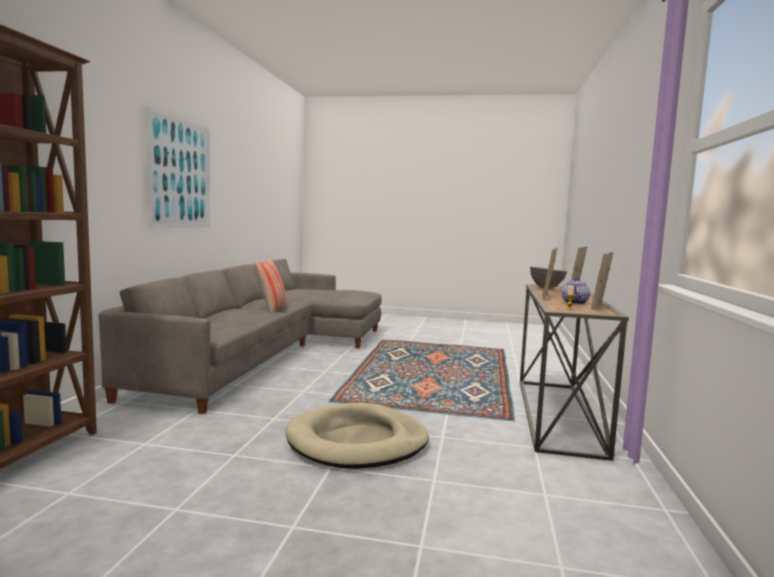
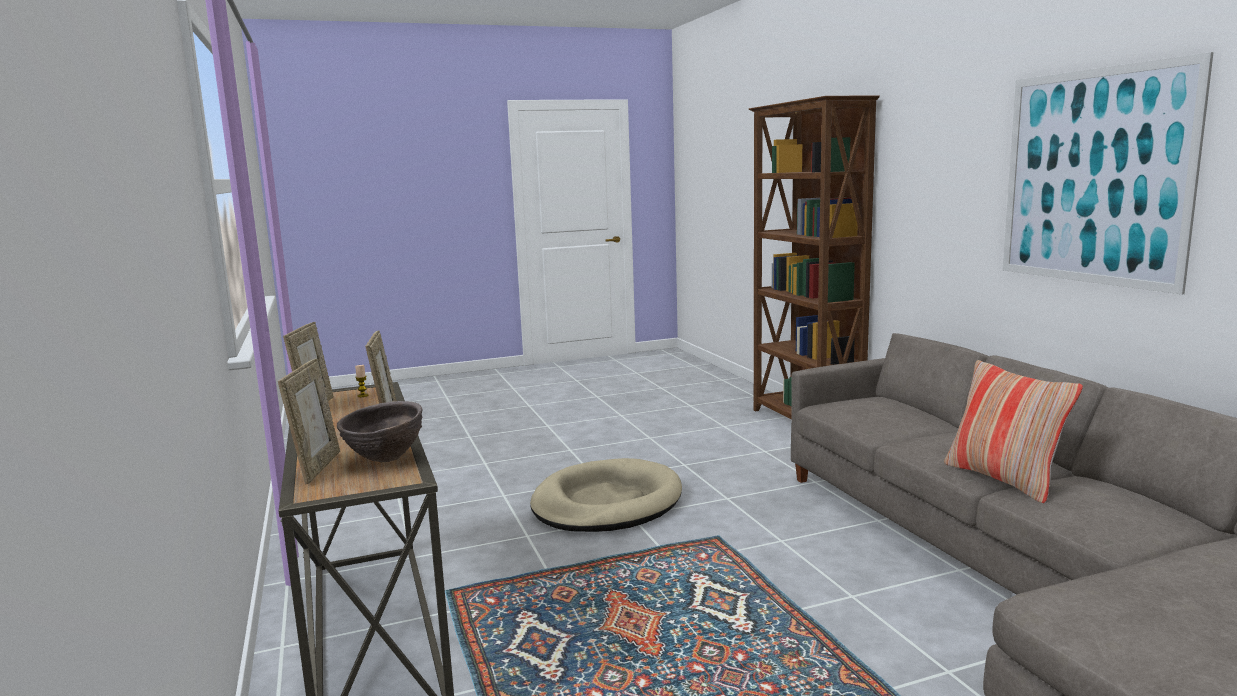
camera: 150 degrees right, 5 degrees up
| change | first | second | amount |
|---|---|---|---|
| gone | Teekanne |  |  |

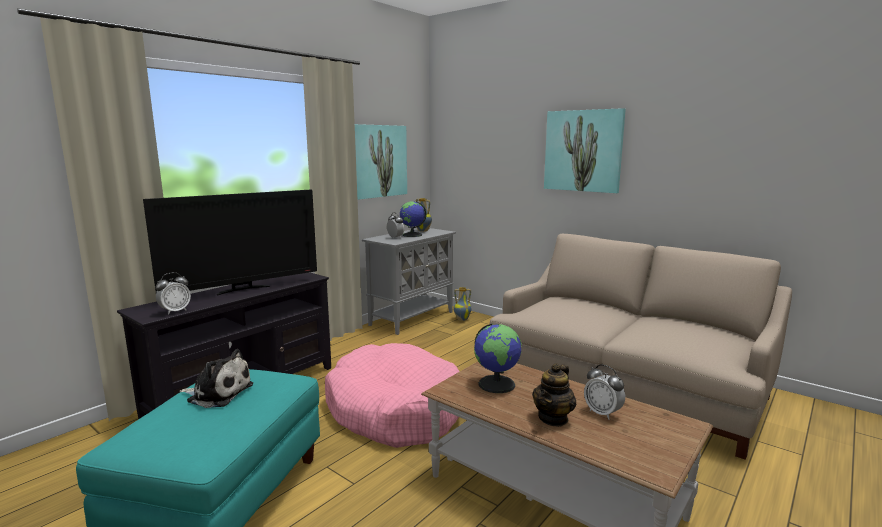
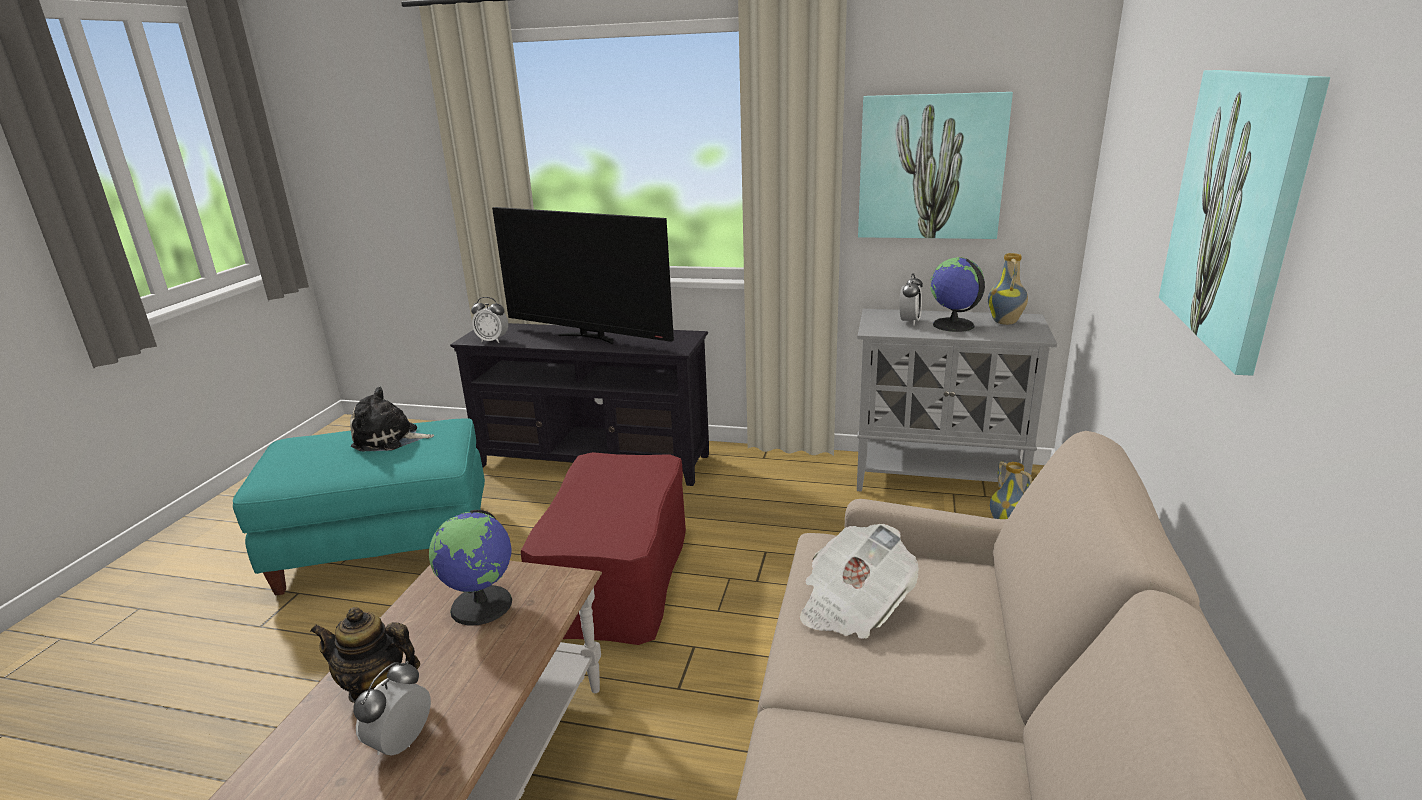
camera: 65 degrees right, 10 degrees up
| change | first | second | amount |
|---|---|---|---|
| new |  | Zeitung |  |
| swapped | Hundebett/rosa | Polsterhocker/rot |  |
| rotated | Plüschtier |  | 105 degrees clockwise |

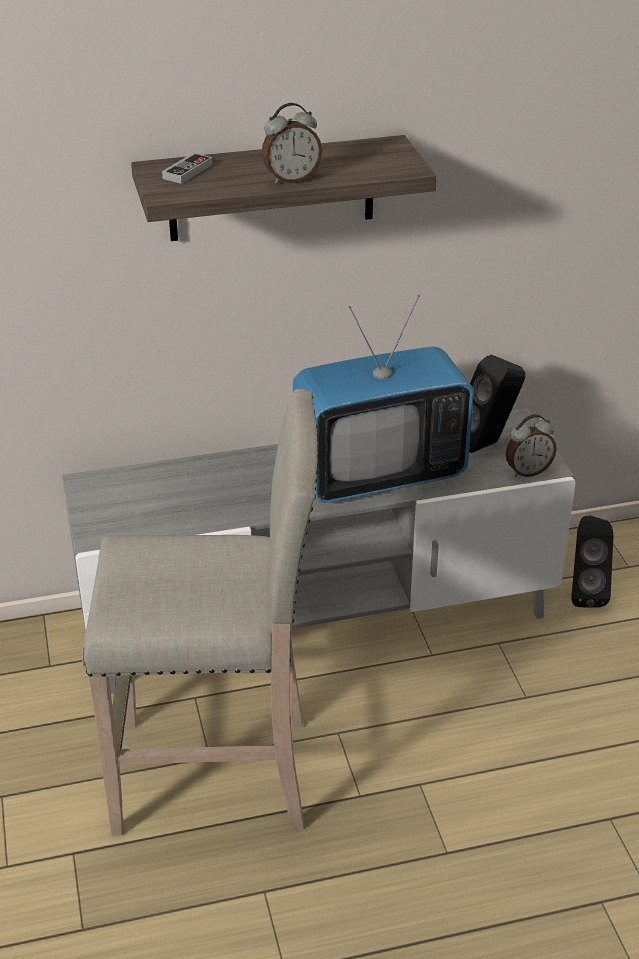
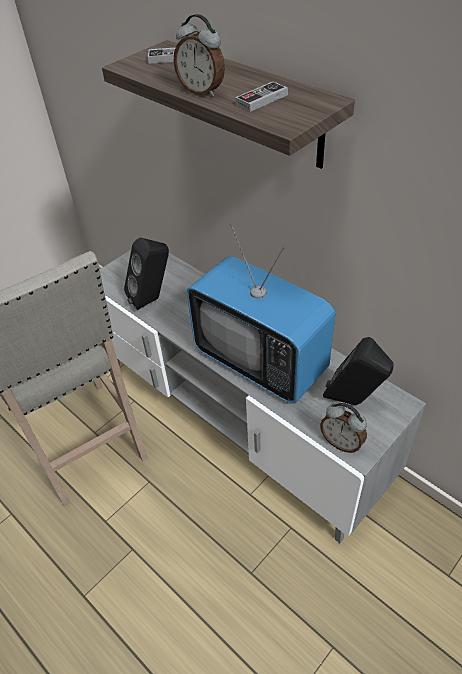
camera: 60 degrees right, 10 degrees up
| change | first | second | amount |
|---|---|---|---|
| new |  | Gamepad (no. 2 from left) |  |
| shifted | Lautsprecher/schwarz (no. 2 from left in the first image) | Lautsprecher/schwarz (no. 1 from left) |  |

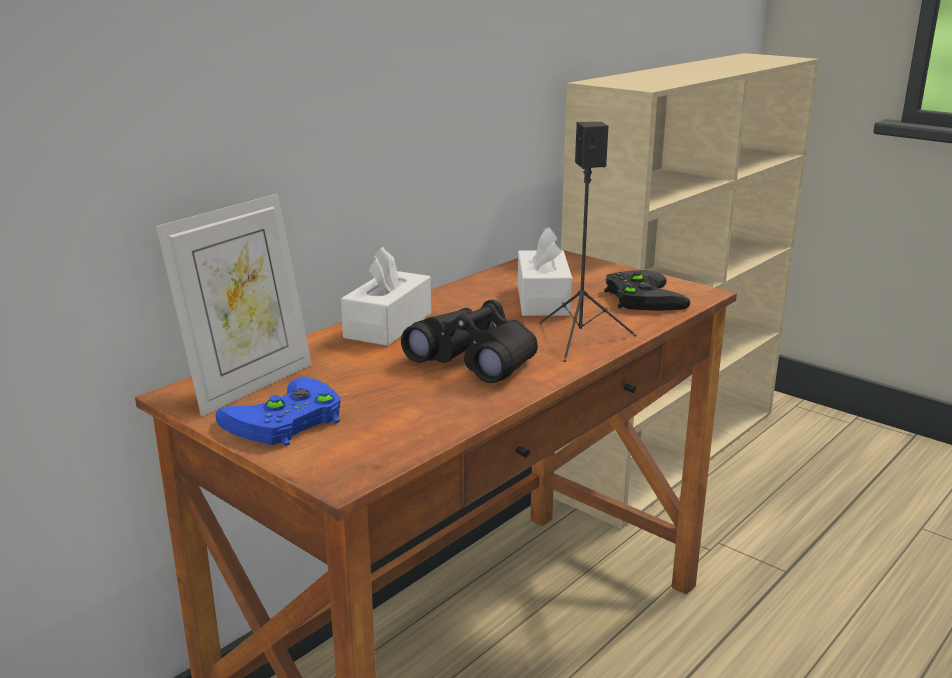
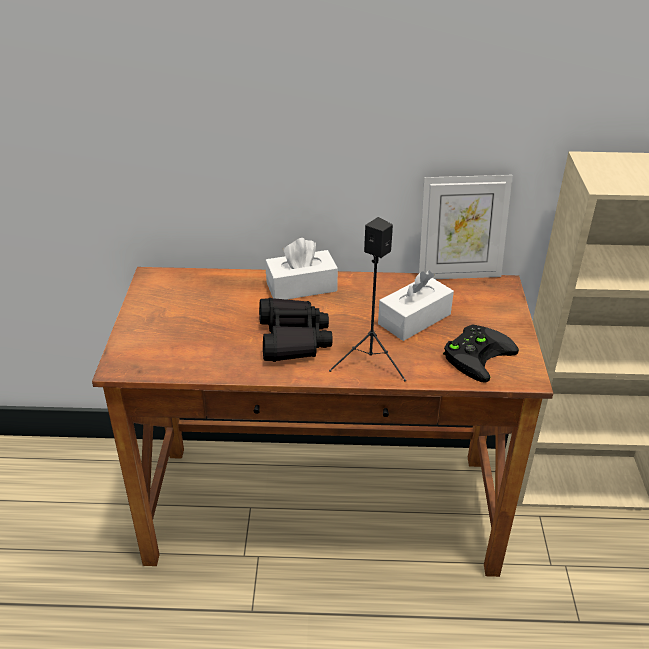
camera: 50 degrees right, 15 degrees up
| change | first | second | amount |
|---|---|---|---|
| gone | Gamepad/blau |  |  |
| shifted | Bilderrahmen |  |  |

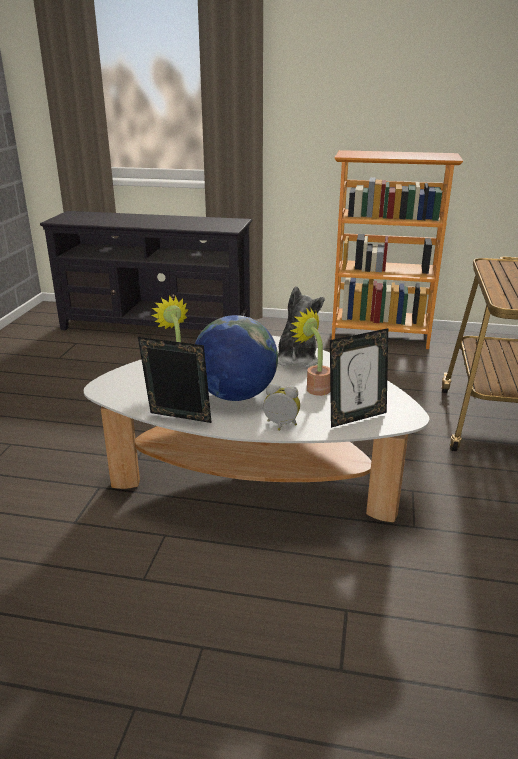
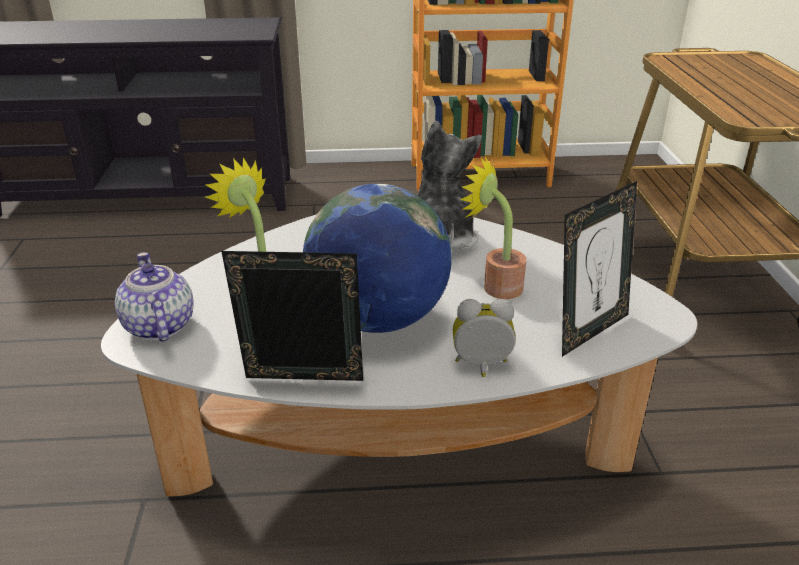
camera: 15 degrees left, 5 degrees up
| change | first | second | amount |
|---|---|---|---|
| new |  | Teekanne |  |

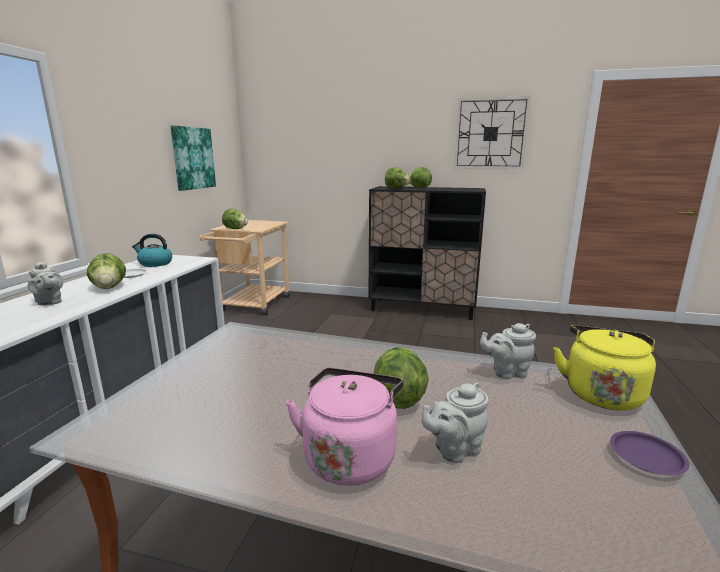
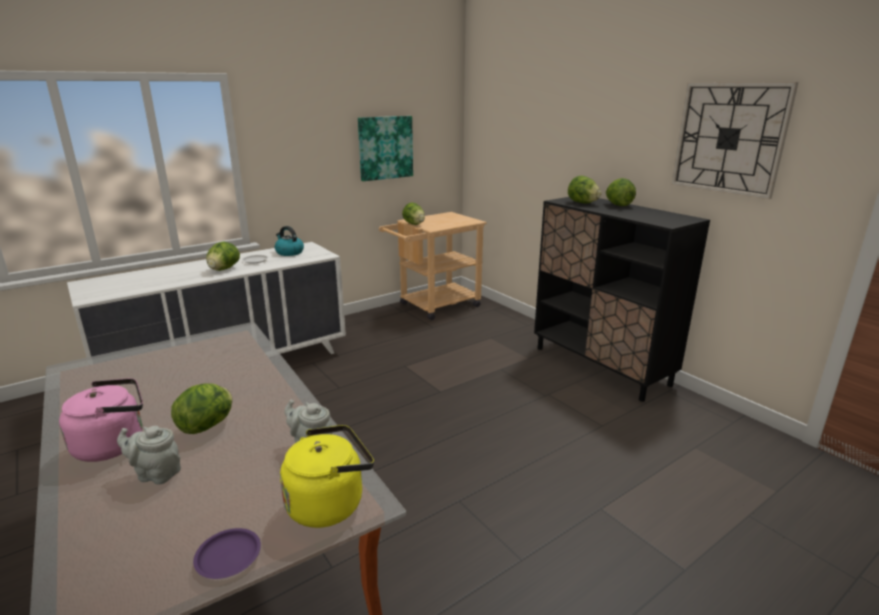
camera: 40 degrees right, 5 degrees up
| change | first | second | amount |
|---|---|---|---|
| gone | Teekanne/grau (no. 1 from left) |  |  |

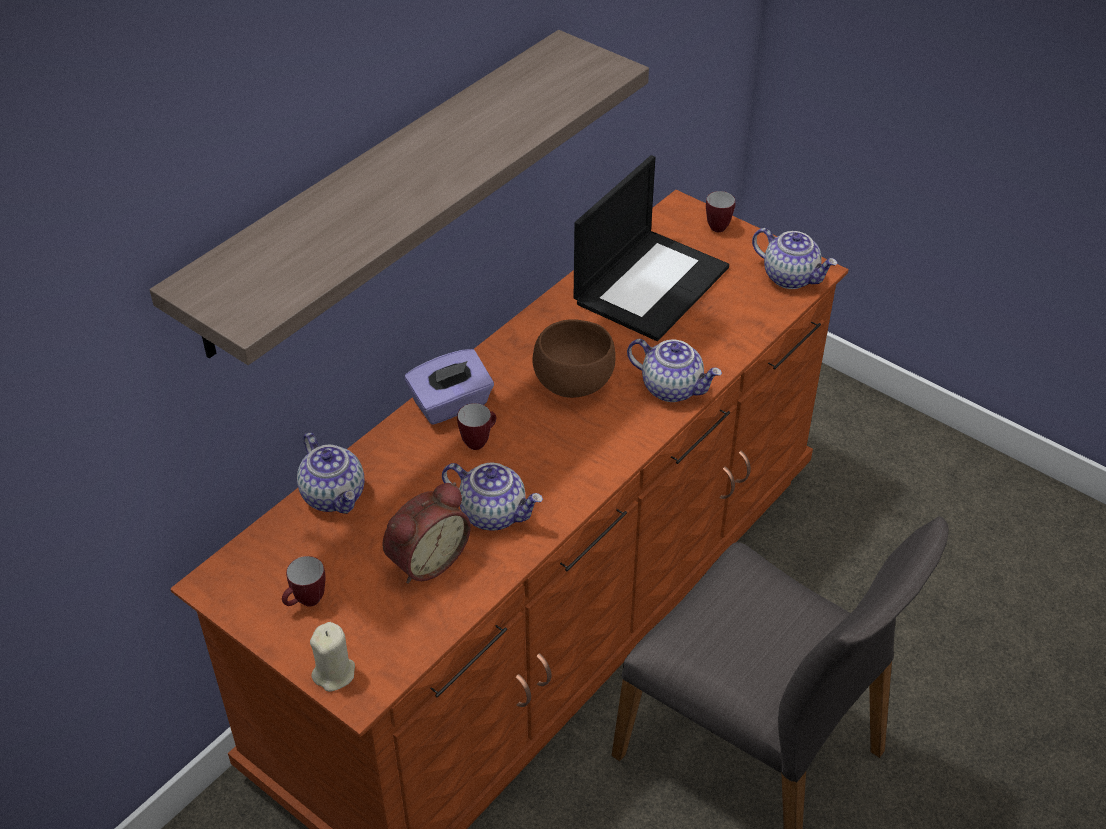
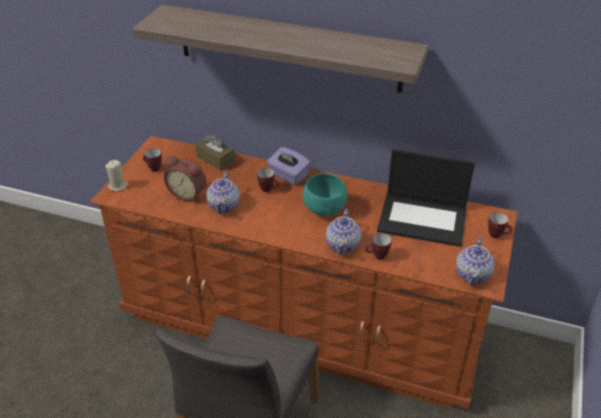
camera: 70 degrees right, 5 degrees down
| change | first | second | amount |
|---|---|---|---|
| new |  | Henkelbecher (no. 3 from left) |  |
| swapped | Teekanne (no. 1 from left) | Taschentuchbox/braun |  |
| repainted | Schüssel/braun | Schüssel/türkis |  |

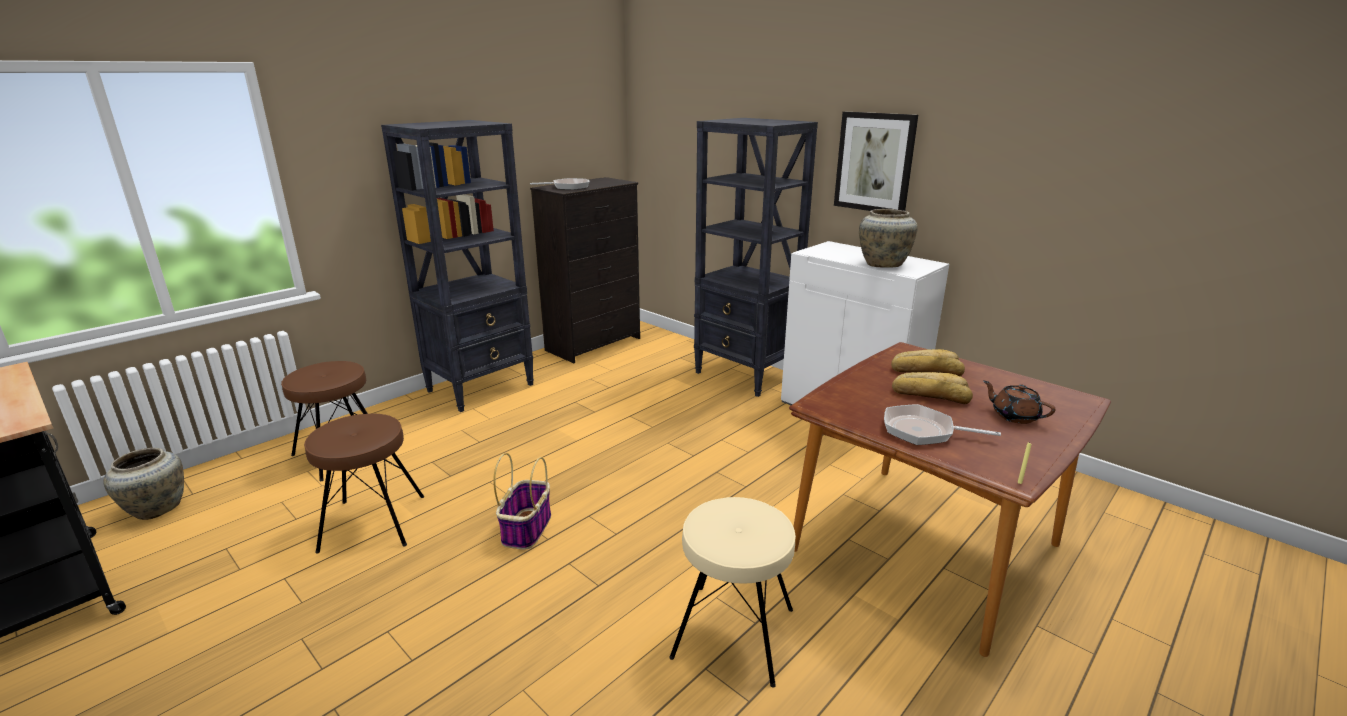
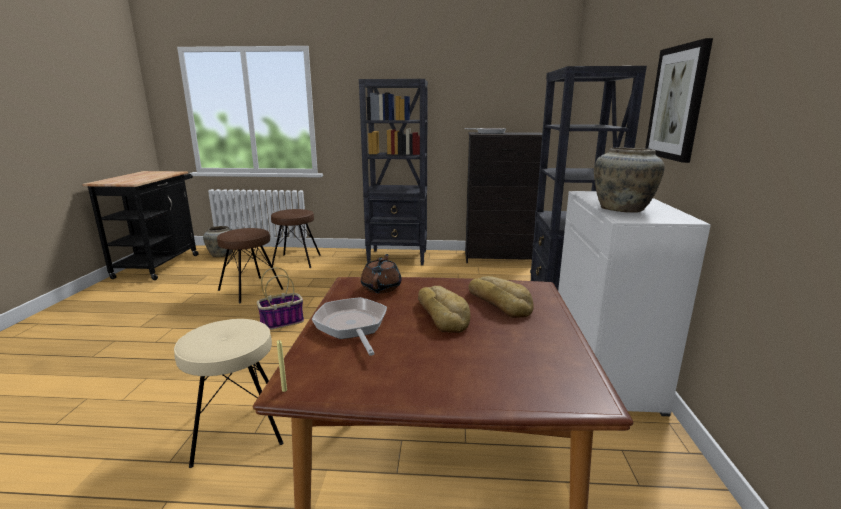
camera: 50 degrees right, 5 degrees down
| change | first | second | amount |
|---|---|---|---|
| shifted | Teekanne/braun |  |  |

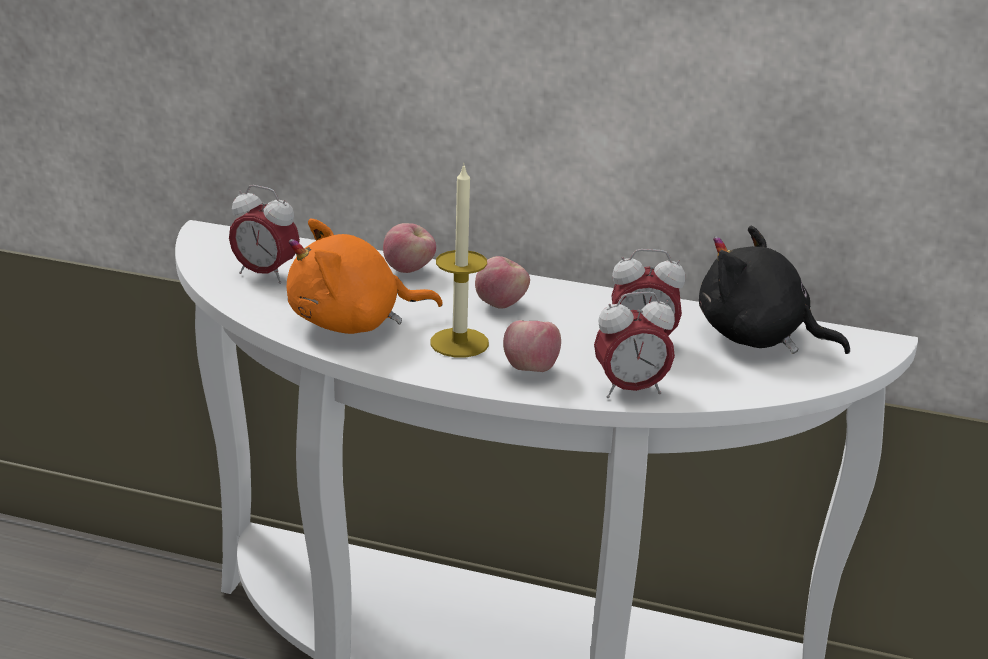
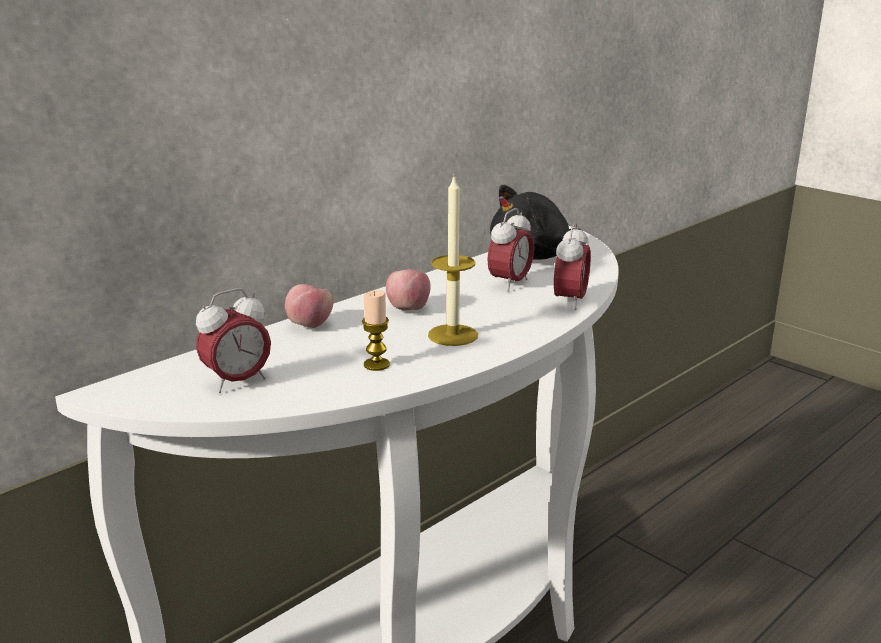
camera: 60 degrees left, 5 degrees down
| change | first | second | amount |
|---|---|---|---|
| gone | Apfel (no. 3 from left) |  |  |
| swapped | Plüschtier/orange | Kerze (no. 1 from left) |  |

